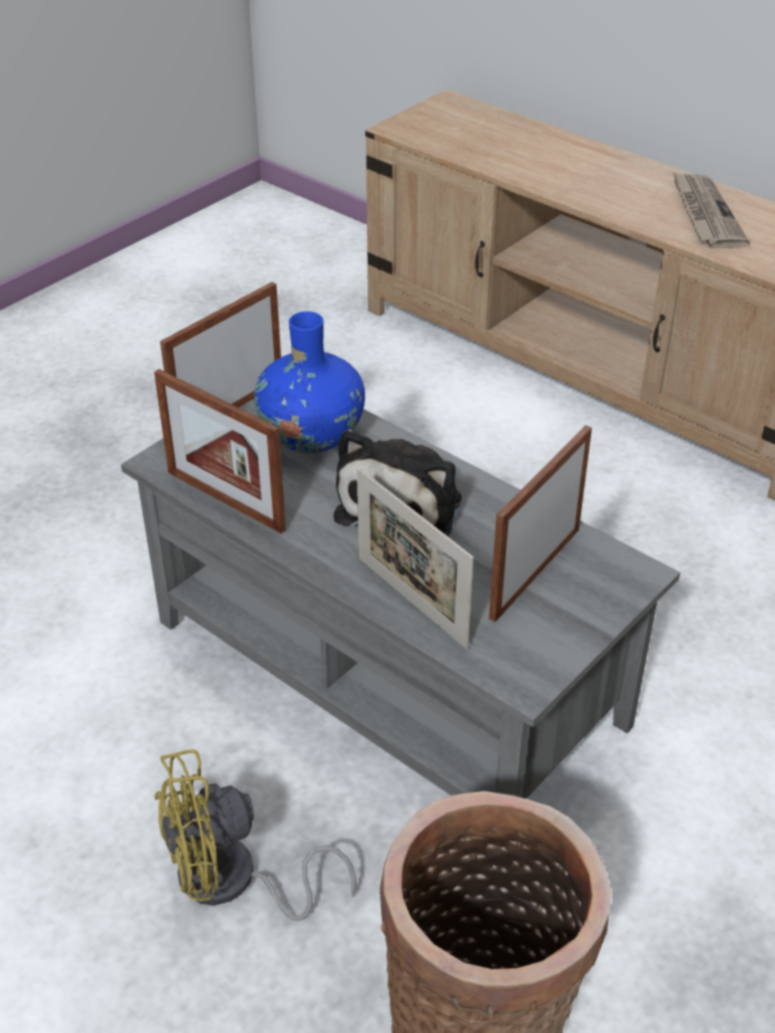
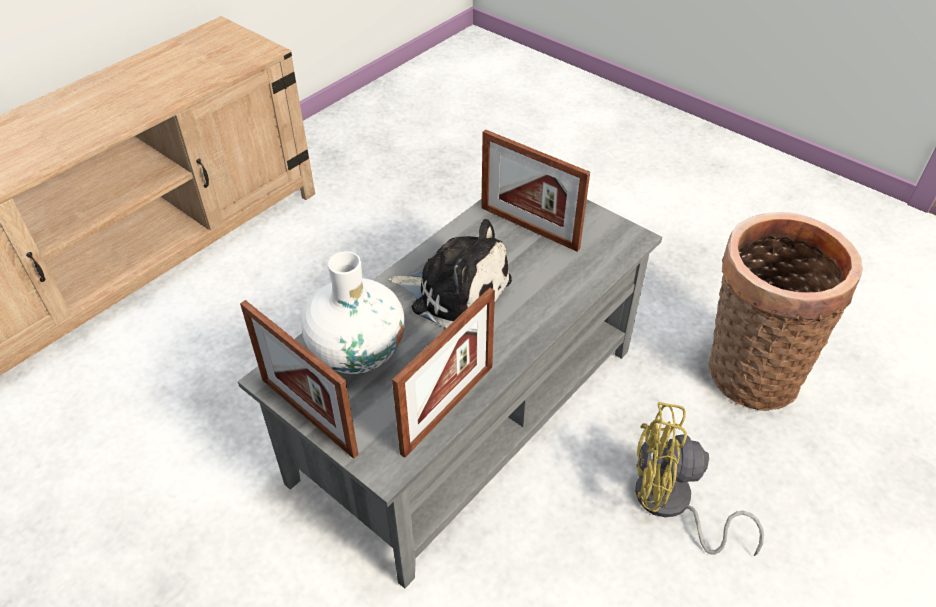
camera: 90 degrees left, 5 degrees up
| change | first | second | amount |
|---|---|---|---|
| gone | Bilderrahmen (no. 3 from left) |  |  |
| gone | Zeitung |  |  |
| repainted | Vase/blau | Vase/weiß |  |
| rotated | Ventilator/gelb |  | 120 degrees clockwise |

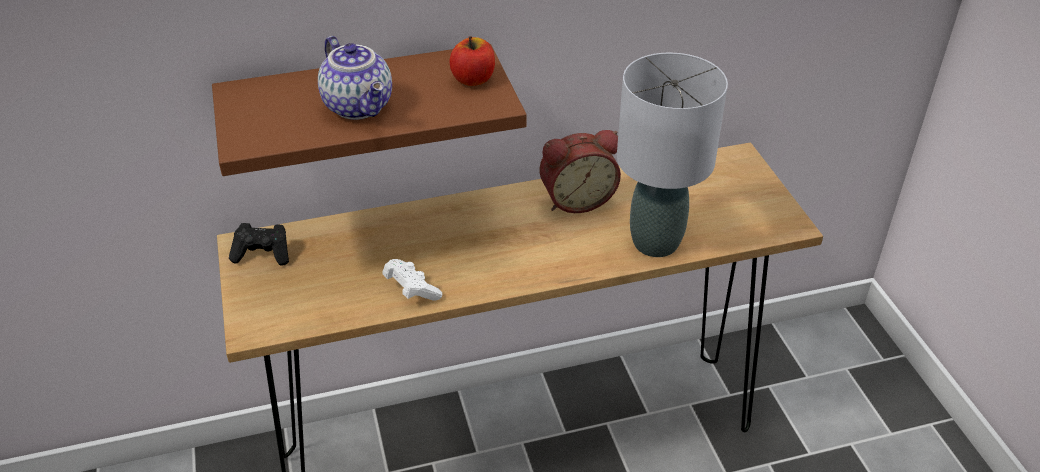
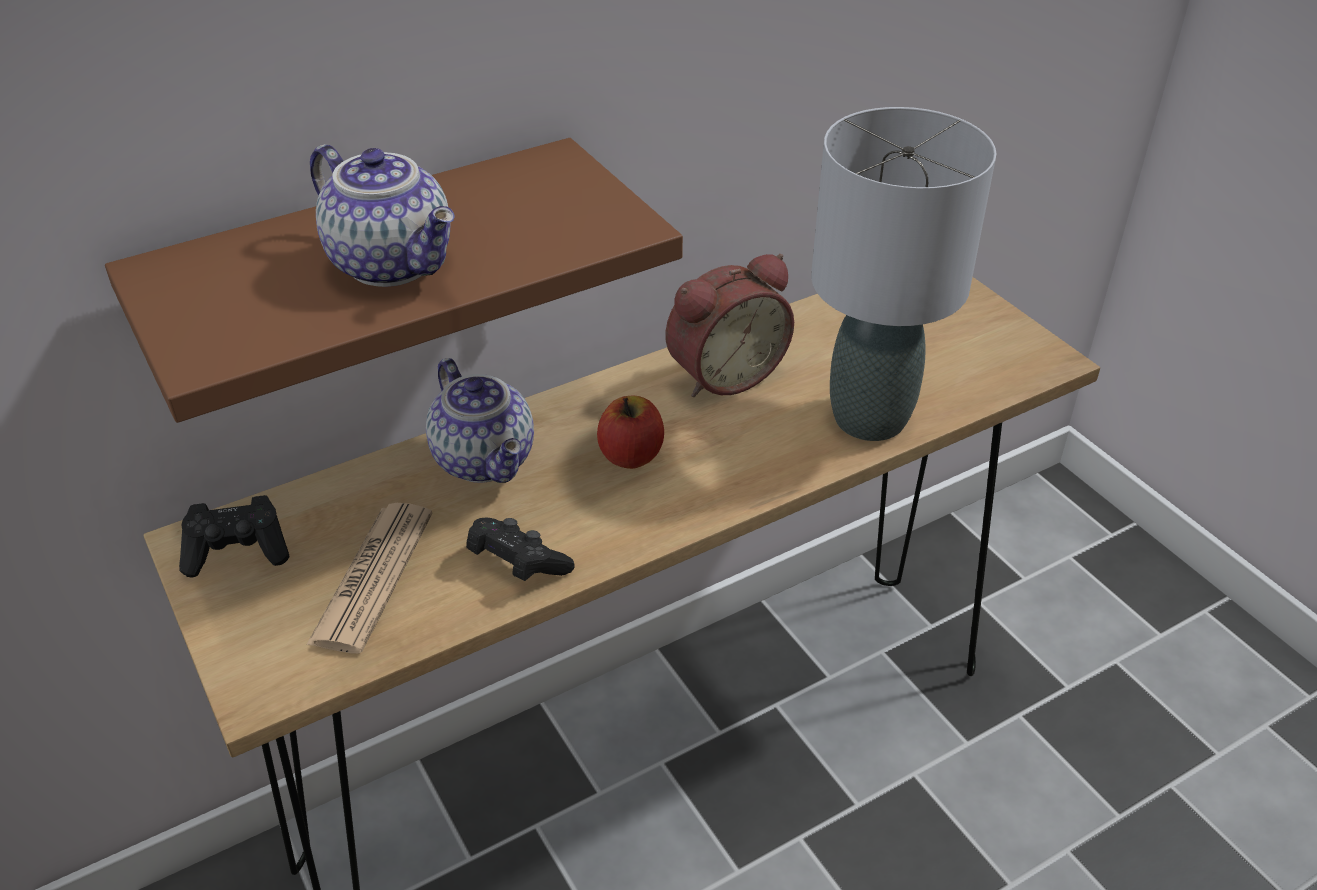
camera: 15 degrees left, 0 degrees up
| change | first | second | amount |
|---|---|---|---|
| new |  | Zeitung |  |
| new |  | Teekanne (no. 2 from left) |  |
| shifted | Apfel |  |  |
| repainted | Gamepad/weiß | Gamepad/schwarz (no. 2 from left) |  |

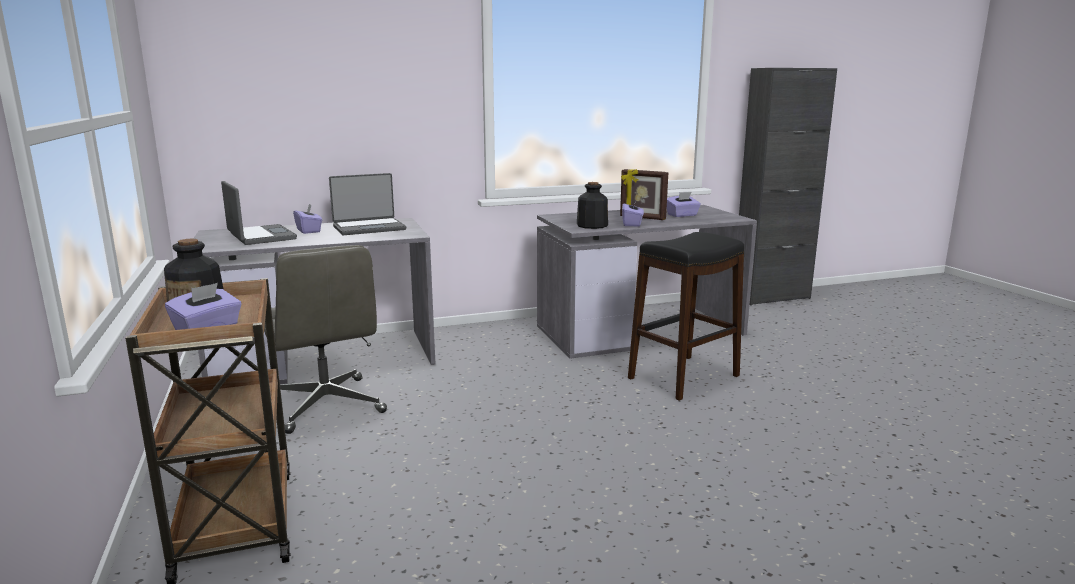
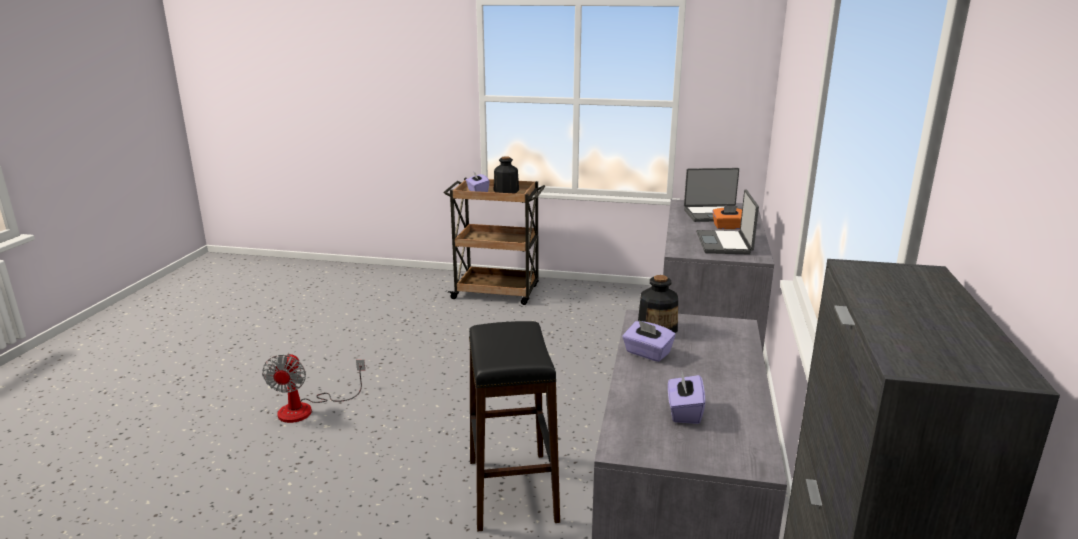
camera: 120 degrees right, 5 degrees up
| change | first | second | amount |
|---|---|---|---|
| gone | Bürostuhl/grau |  |  |
| gone | Bilderrahmen |  |  |
| new |  | Ventilator |  |
| repainted | Taschentuchbox/lila (no. 2 from left) | Taschentuchbox/orange |  |

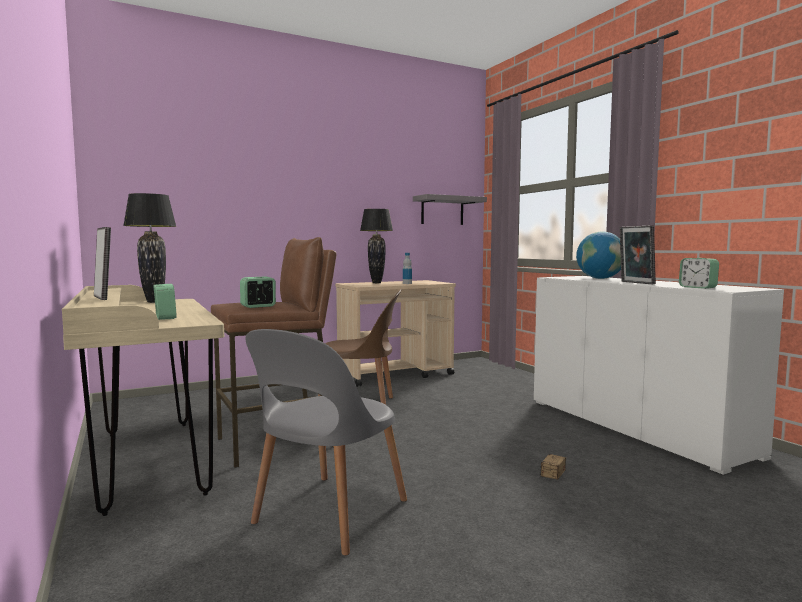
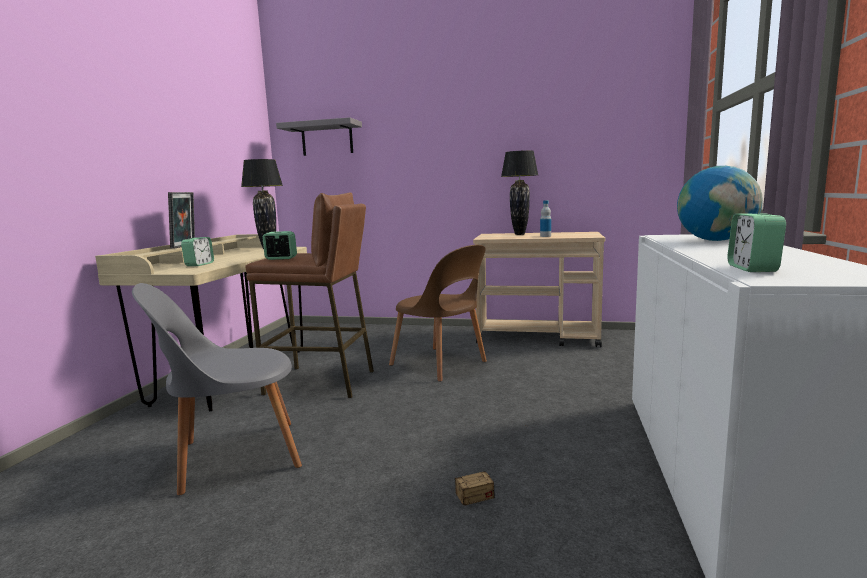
camera: 40 degrees right, 5 degrees up
| change | first | second | amount |
|---|---|---|---|
| gone | Bilderrahmen (no. 2 from left) |  |  |
| shifted | Wandregal/grau |  |  |

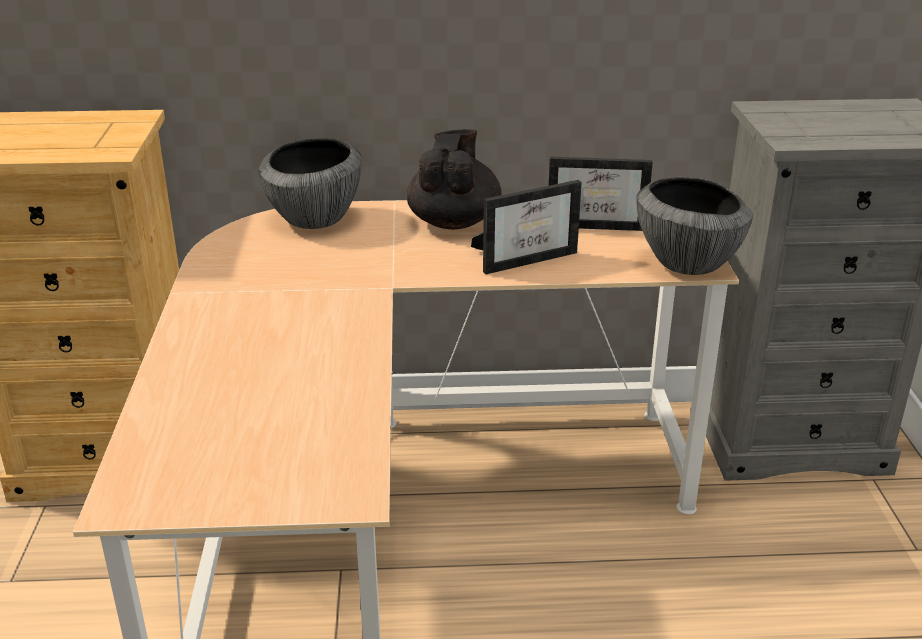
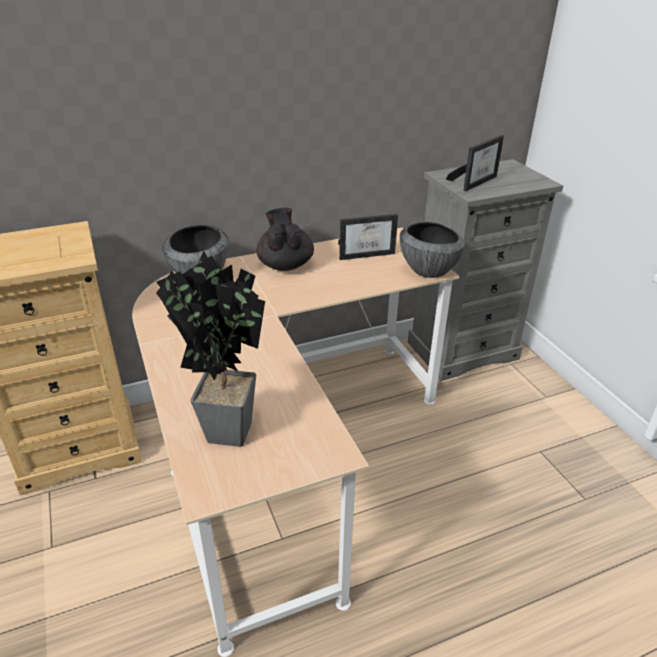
camera: 20 degrees left, 5 degrees up
| change | first | second | amount |
|---|---|---|---|
| new |  | Topfpflanze |  |
| shifted | Bilderrahmen (no. 1 from left in the first image) | Bilderrahmen (no. 2 from left) |  |

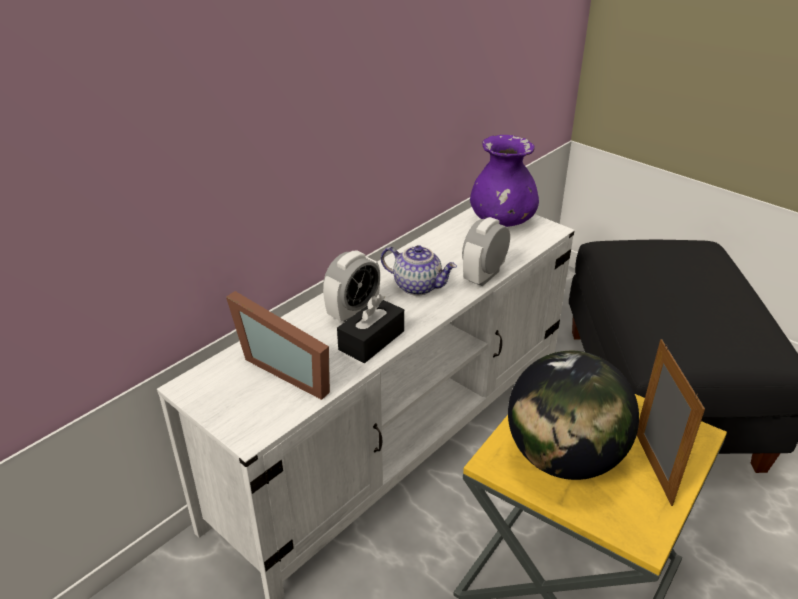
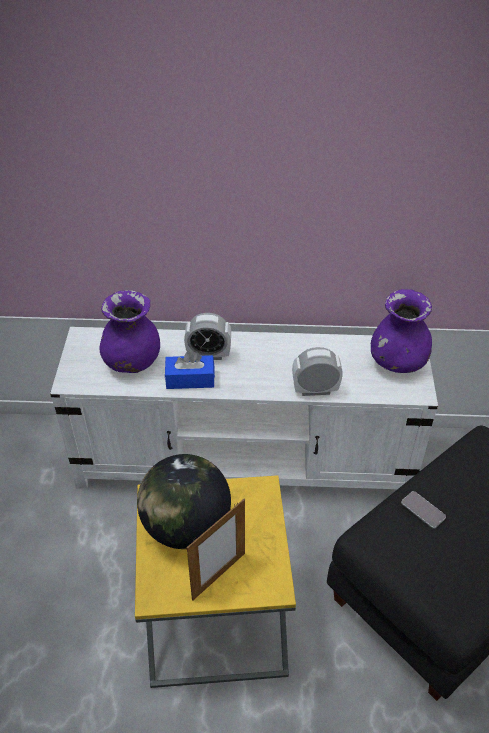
camera: 50 degrees right, 10 degrees up
| change | first | second | amount |
|---|---|---|---|
| gone | Teekanne |  |  |
| new |  | Handy |  |
| swapped | Bilderrahmen (no. 1 from left) | Vase/lila (no. 1 from left) |  |
| repainted | Taschentuchbox/schwarz | Taschentuchbox/blau |  |

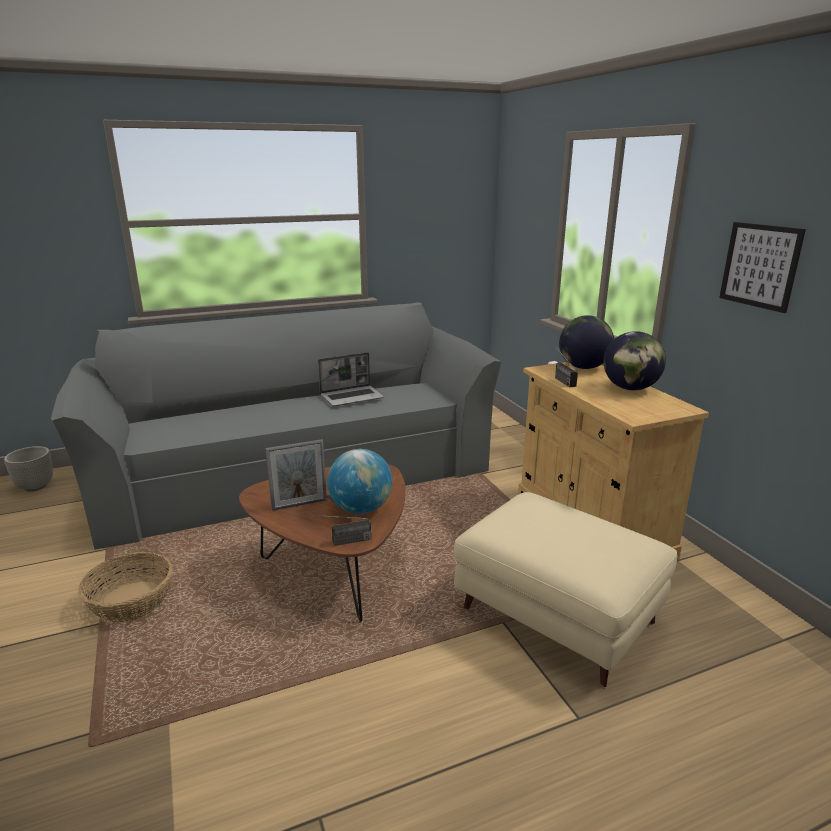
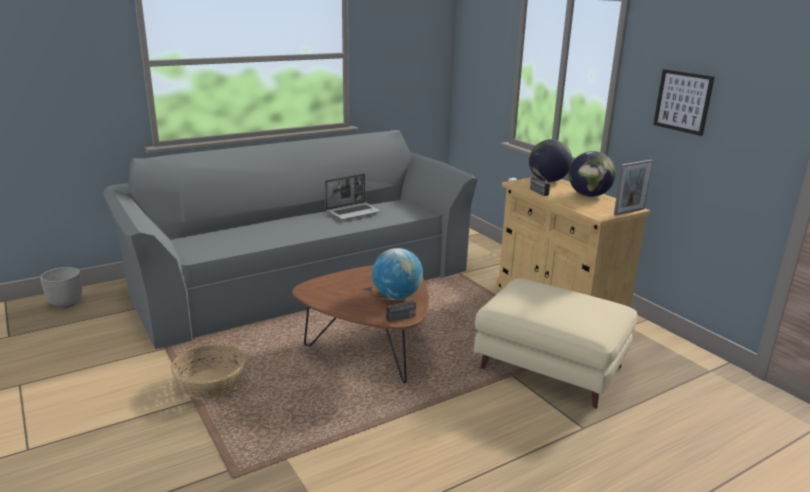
camera: 10 degrees left, 0 degrees up
| change | first | second | amount |
|---|---|---|---|
| shifted | Bilderrahmen |  |  |

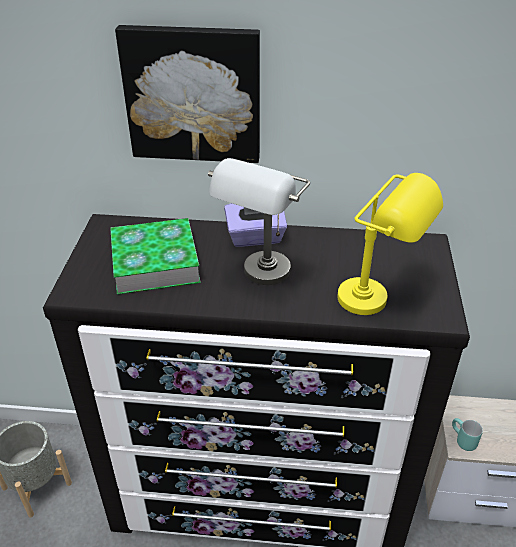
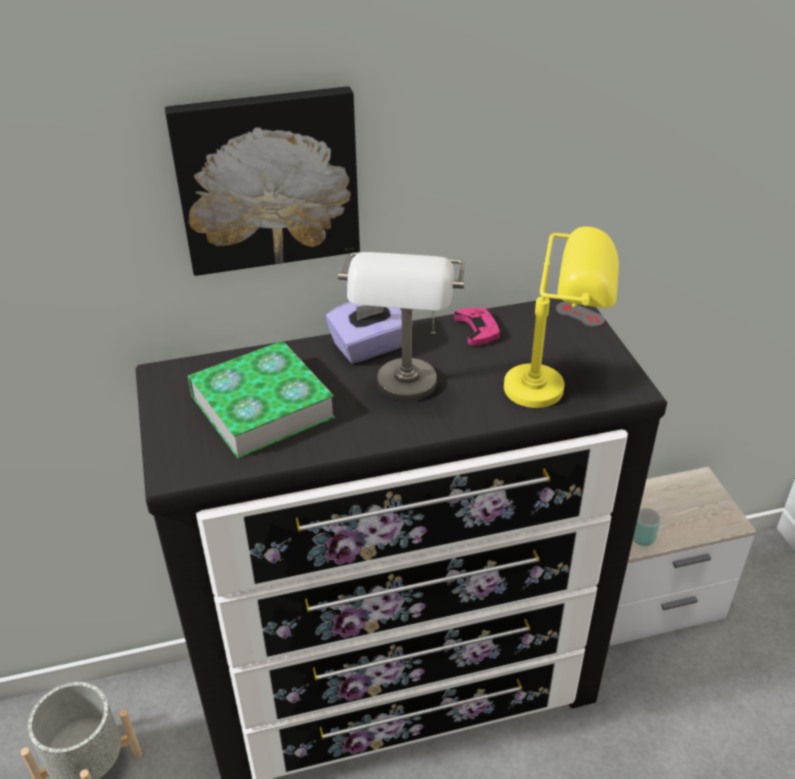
camera: 20 degrees left, 0 degrees up
| change | first | second | amount |
|---|---|---|---|
| new |  | Gamepad/rosa |  |
| new |  | Gamepad/grau |  |

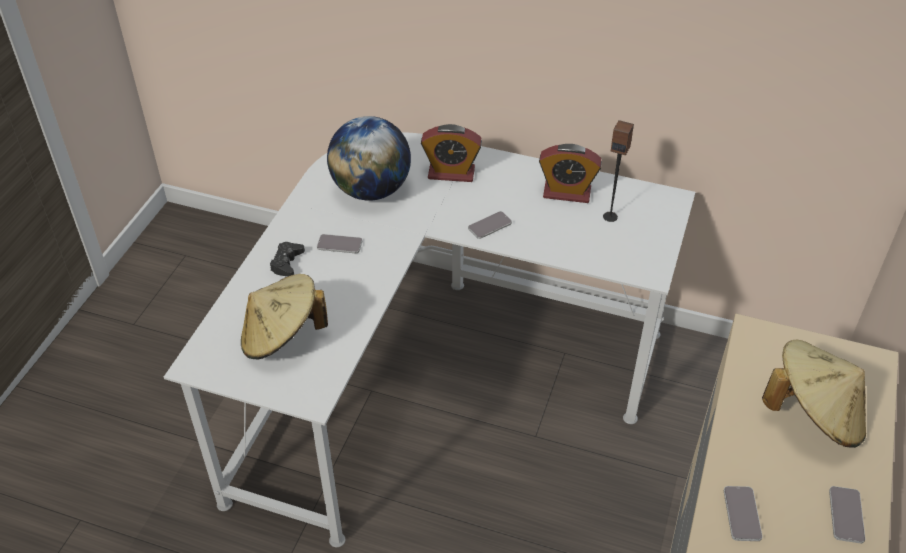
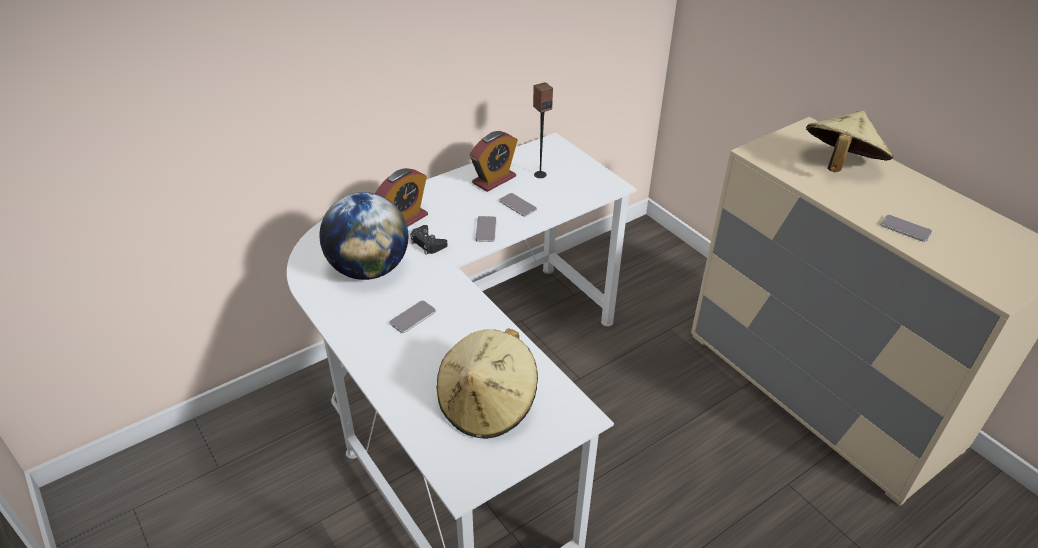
camera: 55 degrees left, 5 degrees down
| change | first | second | amount |
|---|---|---|---|
| shifted | Gamepad/schwarz |  |  |
| shifted | Handy (no. 4 from left in the first image) | Handy (no. 3 from left) |  |

